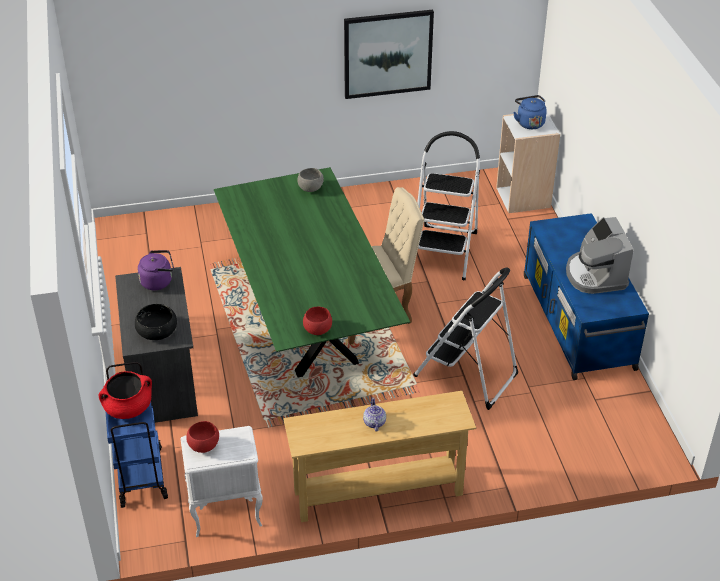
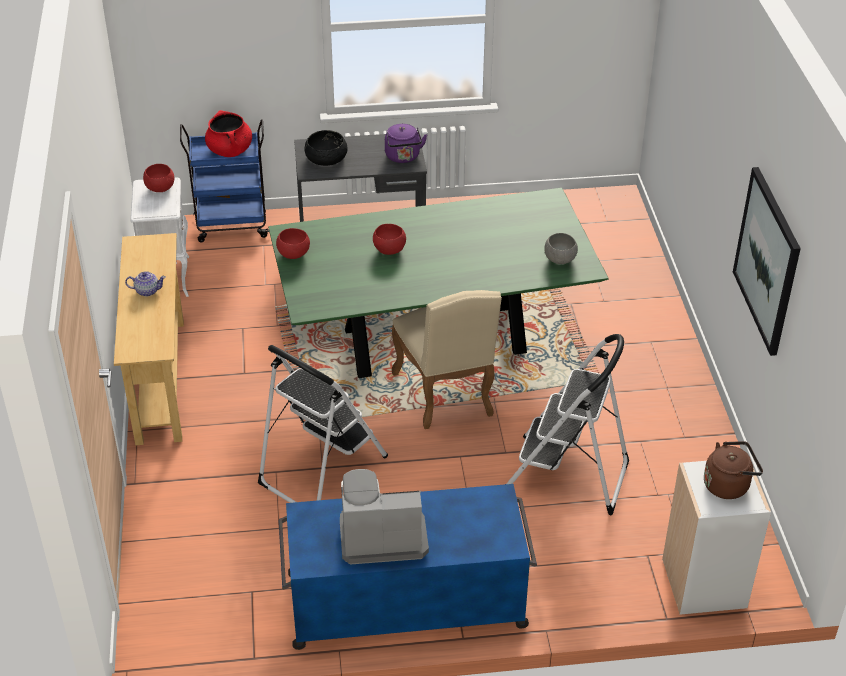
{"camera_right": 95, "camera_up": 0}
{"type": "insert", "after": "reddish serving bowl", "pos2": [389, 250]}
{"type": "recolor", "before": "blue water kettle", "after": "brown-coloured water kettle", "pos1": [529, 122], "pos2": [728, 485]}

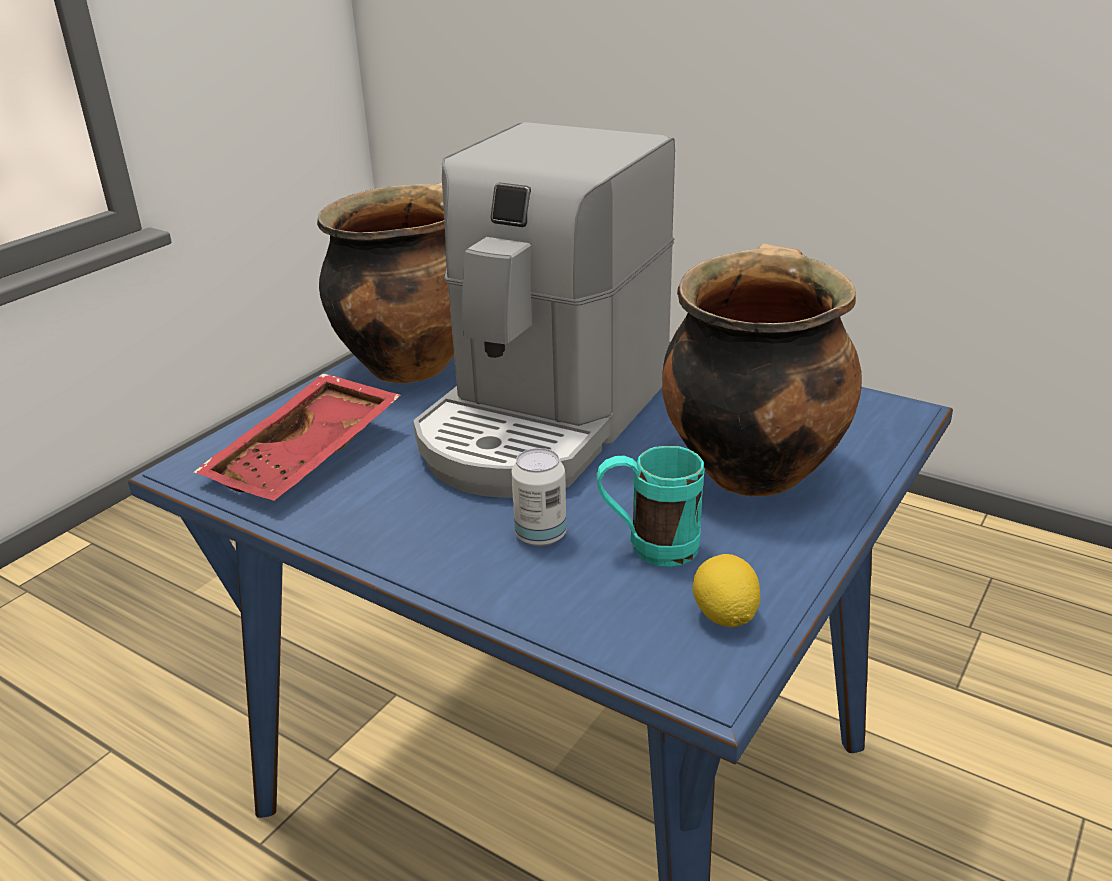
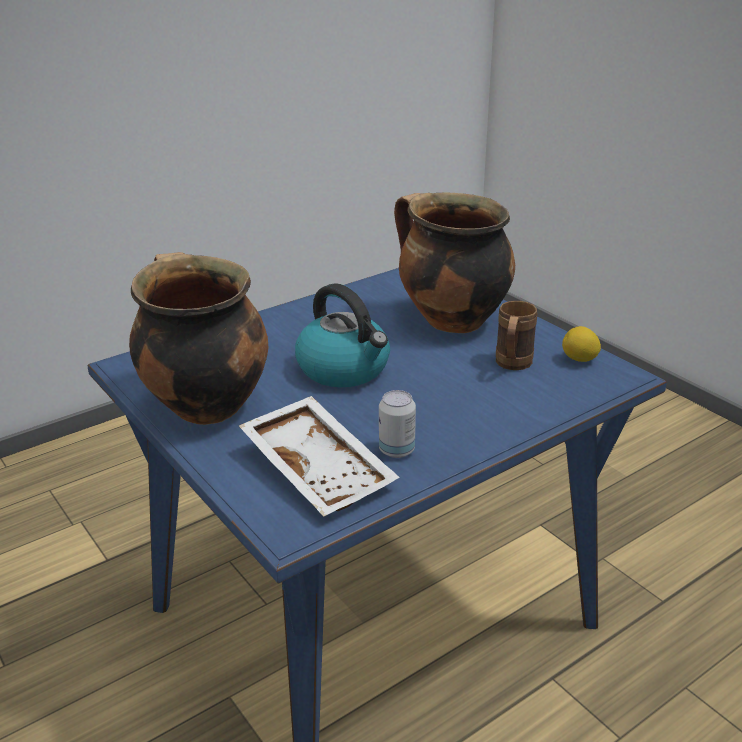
{"camera_right": -70, "camera_up": 0}
{"type": "recolor", "before": "reddish tray", "after": "white tray", "pos1": [308, 458], "pos2": [320, 469]}
{"type": "replace", "before": "coffee brewer", "after": "water kettle", "pos1": [543, 421], "pos2": [345, 369]}
{"type": "move", "before": "can", "pos1": [540, 535], "pos2": [396, 450]}
{"type": "recolor", "before": "turquoise-coloured coffee mug", "after": "brown-coloured coffee mug", "pos1": [648, 548], "pos2": [511, 366]}

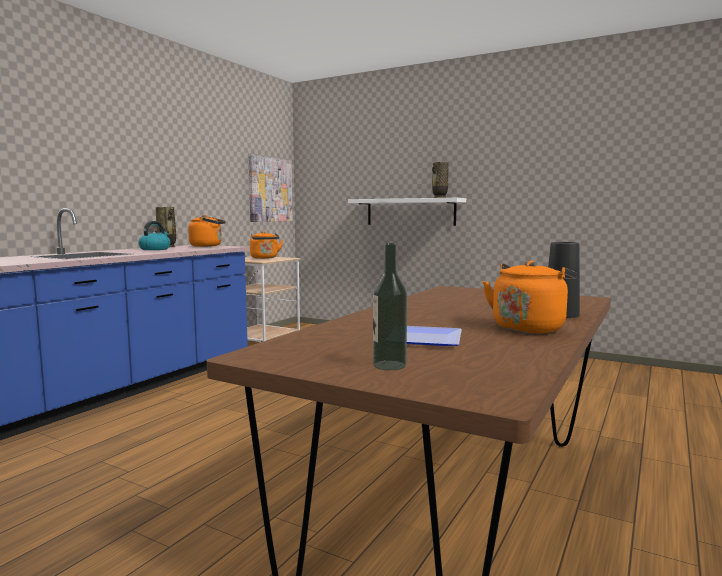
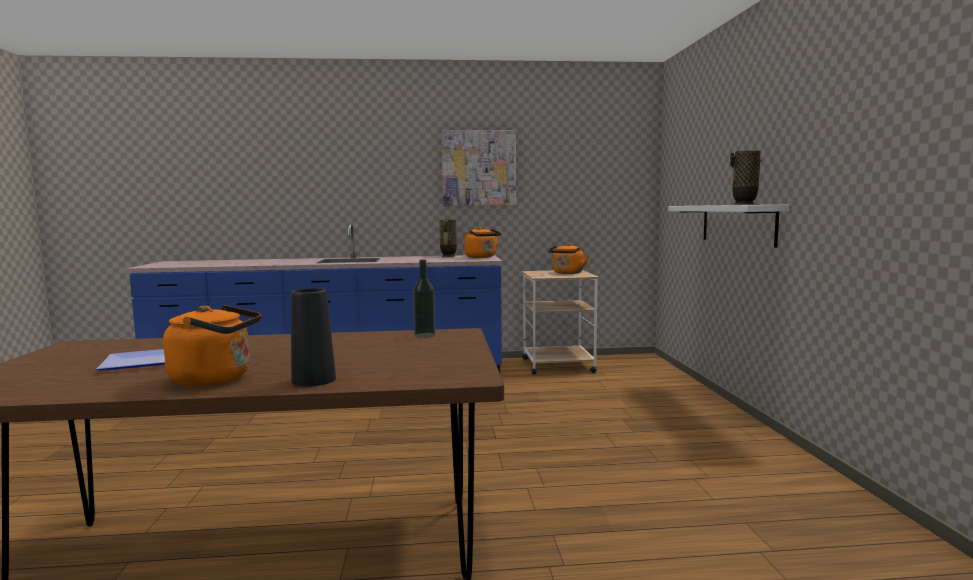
{"camera_right": 55, "camera_up": 0}
{"type": "move", "before": "beverage bottle", "pos1": [389, 365], "pos2": [424, 335]}
{"type": "move", "before": "picture", "pos1": [270, 190], "pos2": [479, 168]}
{"type": "delete", "before": "water kettle", "pos1": [155, 249]}

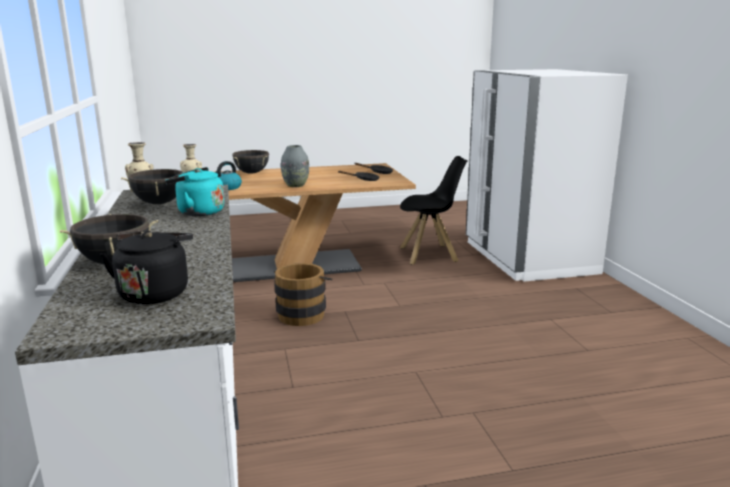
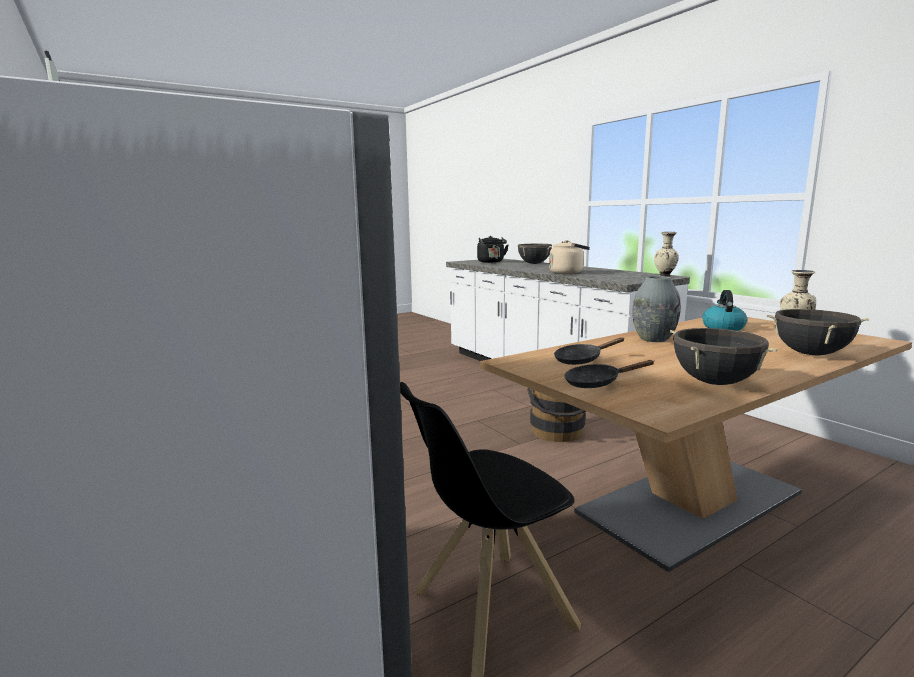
{"camera_right": 160, "camera_up": -5}
{"type": "recolor", "before": "turquoise-coloured water kettle", "after": "beige-coloured water kettle", "pos1": [198, 212], "pos2": [568, 273]}
{"type": "move", "before": "blackish saucepot", "pos1": [159, 203], "pos2": [714, 383]}

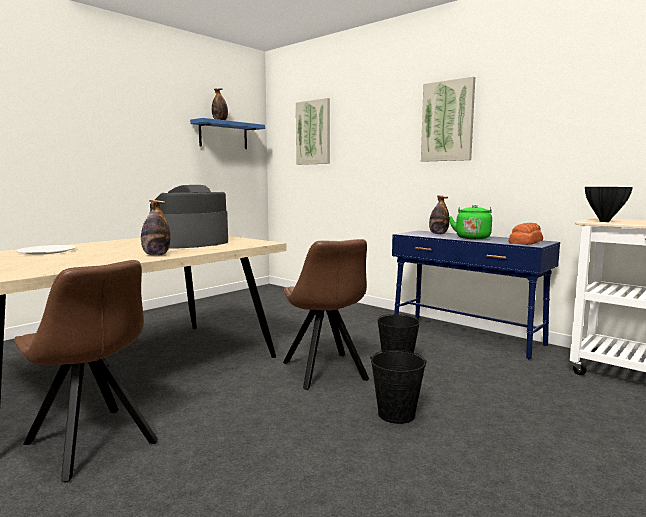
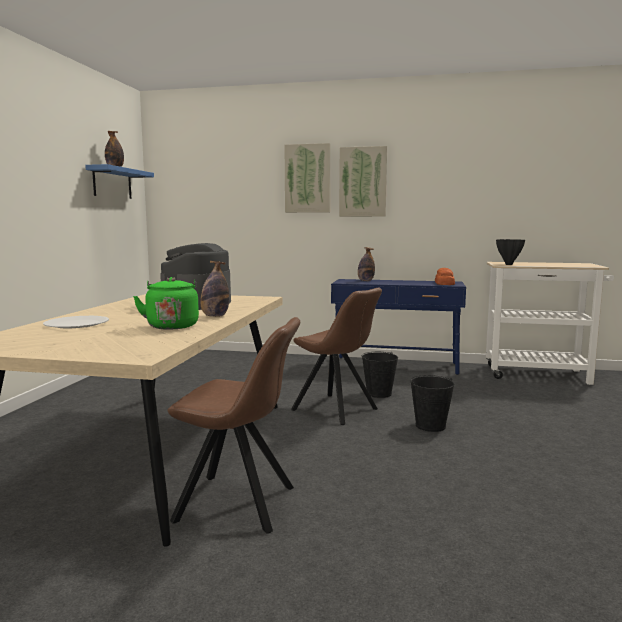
{"camera_right": -30, "camera_up": 0}
{"type": "move", "before": "green-coloured water kettle", "pos1": [472, 237], "pos2": [172, 326]}
{"type": "move", "before": "picture", "pos1": [313, 132], "pos2": [307, 178]}

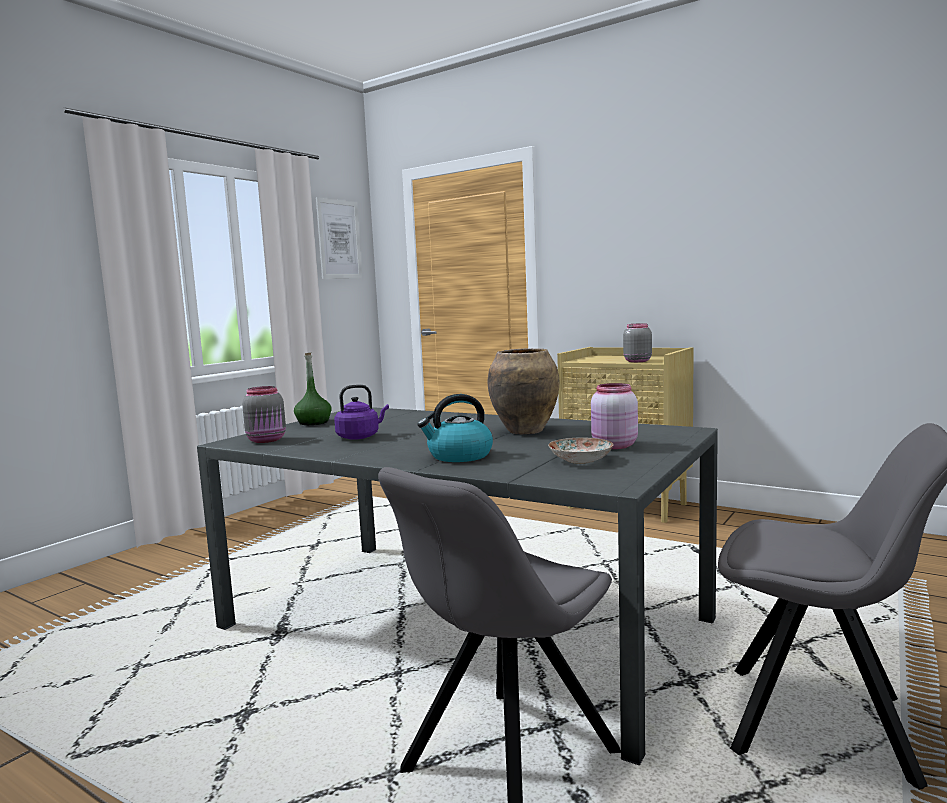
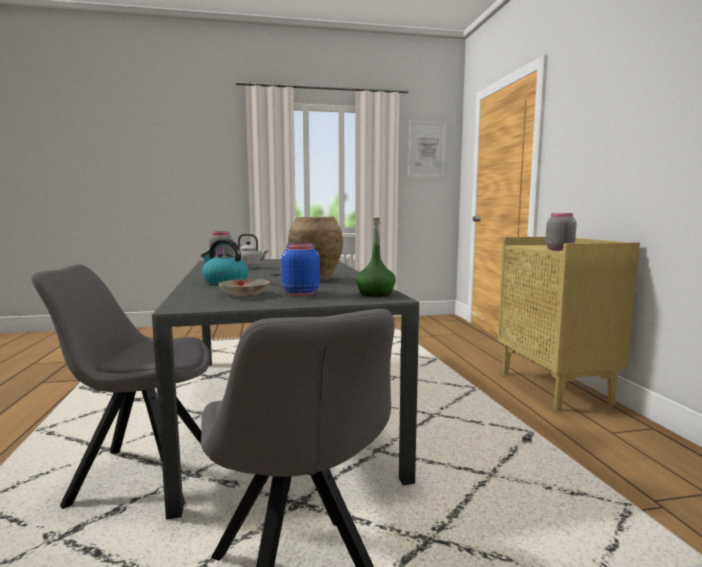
{"camera_right": 45, "camera_up": 0}
{"type": "recolor", "before": "purple-coloured water kettle", "after": "greyish water kettle", "pos1": [360, 437], "pos2": [251, 268]}
{"type": "recolor", "before": "pink storage jar", "after": "blue storage jar", "pos1": [613, 446], "pos2": [300, 294]}
{"type": "move", "before": "green-coloured beverage bottle", "pos1": [313, 422], "pos2": [375, 294]}

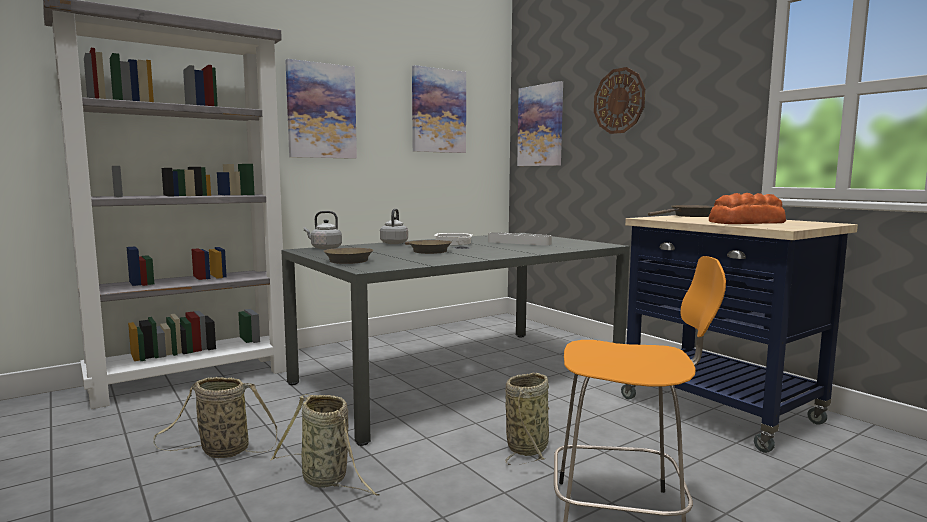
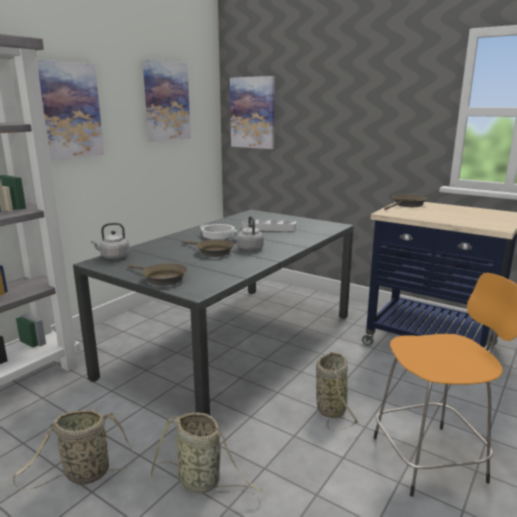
{"camera_right": -20, "camera_up": 10}
{"type": "move", "before": "greyish water kettle", "pos1": [394, 243], "pos2": [250, 248]}
{"type": "delete", "before": "hanging clock", "pos1": [619, 101]}
{"type": "delete", "before": "bread", "pos1": [745, 223]}

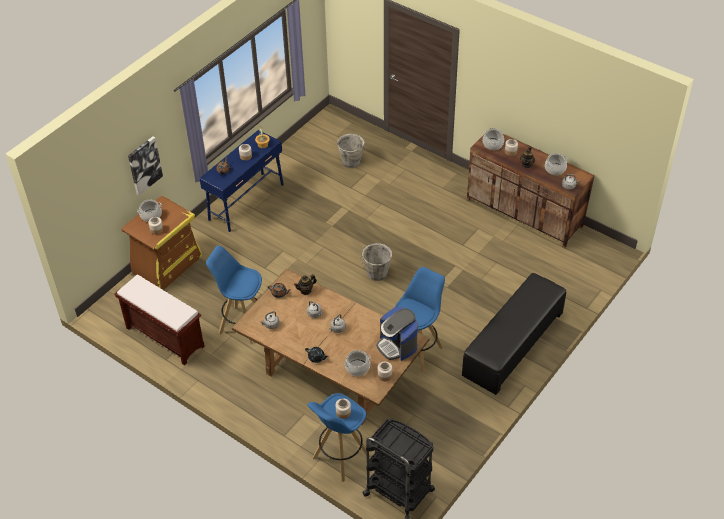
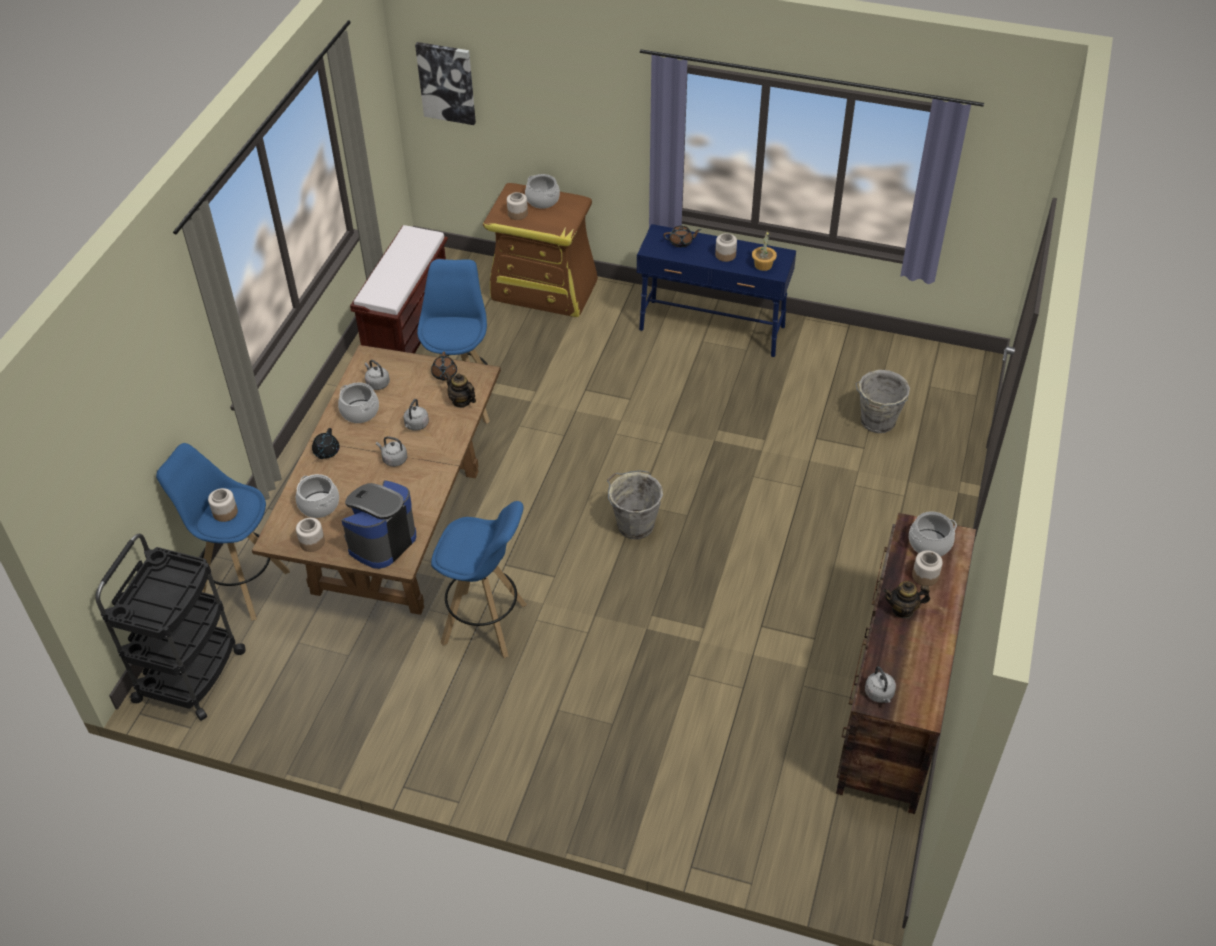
{"camera_right": 70, "camera_up": 0}
{"type": "move", "before": "saucepot", "pos1": [555, 169], "pos2": [359, 412]}
{"type": "move", "before": "picture", "pos1": [144, 165], "pos2": [447, 82]}
{"type": "delete", "before": "blackish long seat", "pos1": [513, 344]}

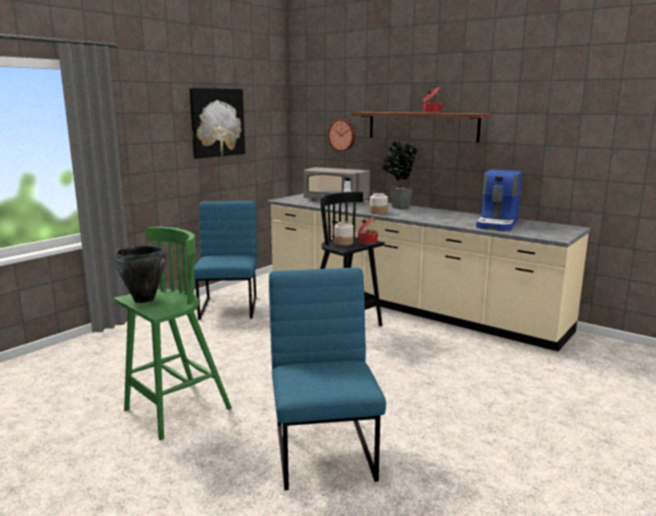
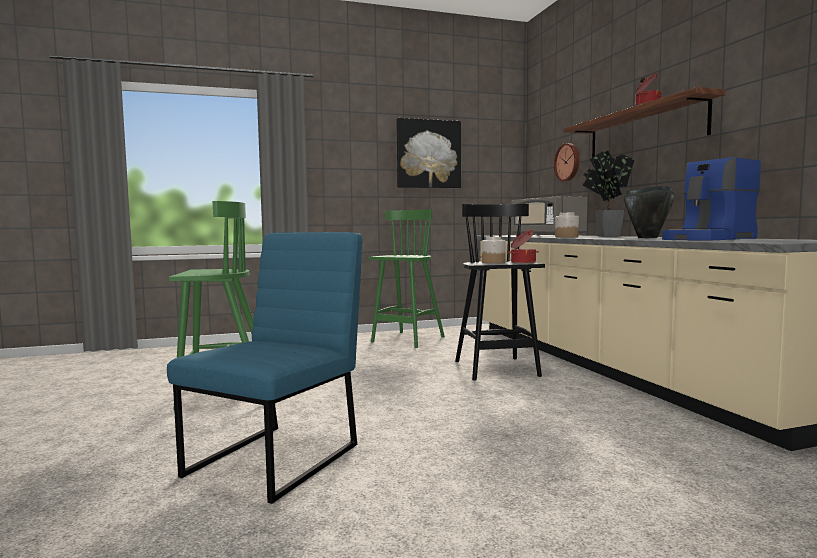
{"camera_right": 35, "camera_up": -10}
{"type": "replace", "before": "blue chair", "after": "green-coloured stool seat", "pos1": [229, 307], "pos2": [407, 340]}
{"type": "move", "before": "blackish saucepot", "pos1": [144, 300], "pos2": [647, 237]}

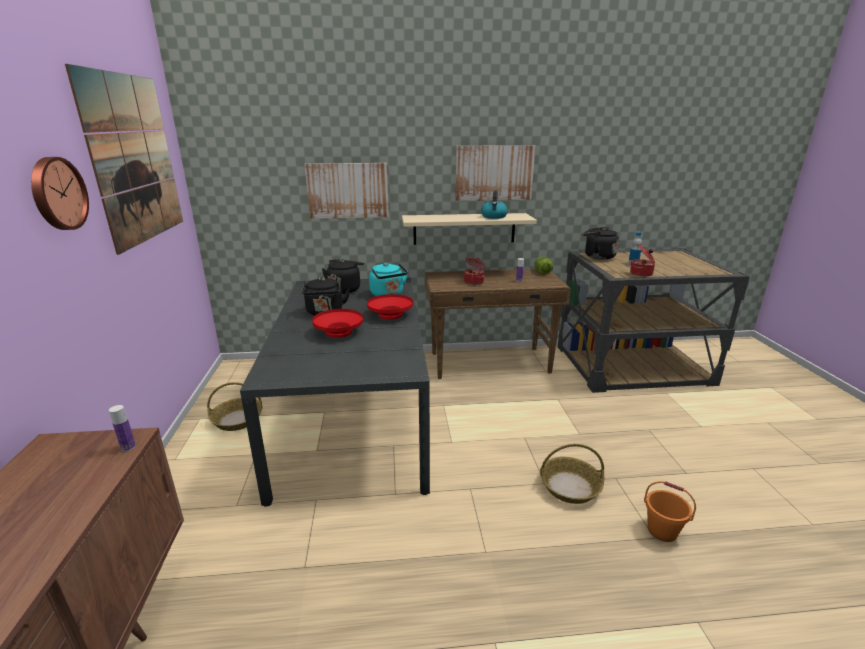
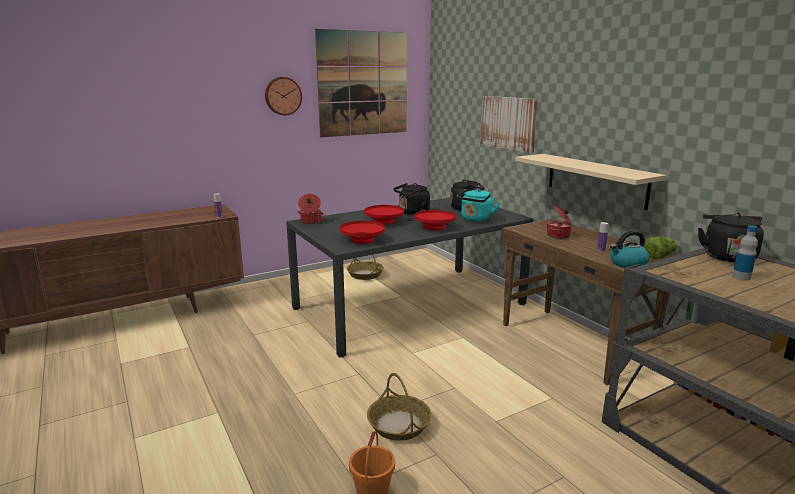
{"camera_right": 65, "camera_up": -5}
{"type": "move", "before": "saucepot", "pos1": [641, 274], "pos2": [310, 222]}
{"type": "insert", "after": "reddish serving bowl", "pos2": [362, 240]}
{"type": "move", "before": "water kettle", "pos1": [494, 216], "pos2": [627, 264]}
{"type": "delete", "before": "picture", "pos1": [494, 173]}

